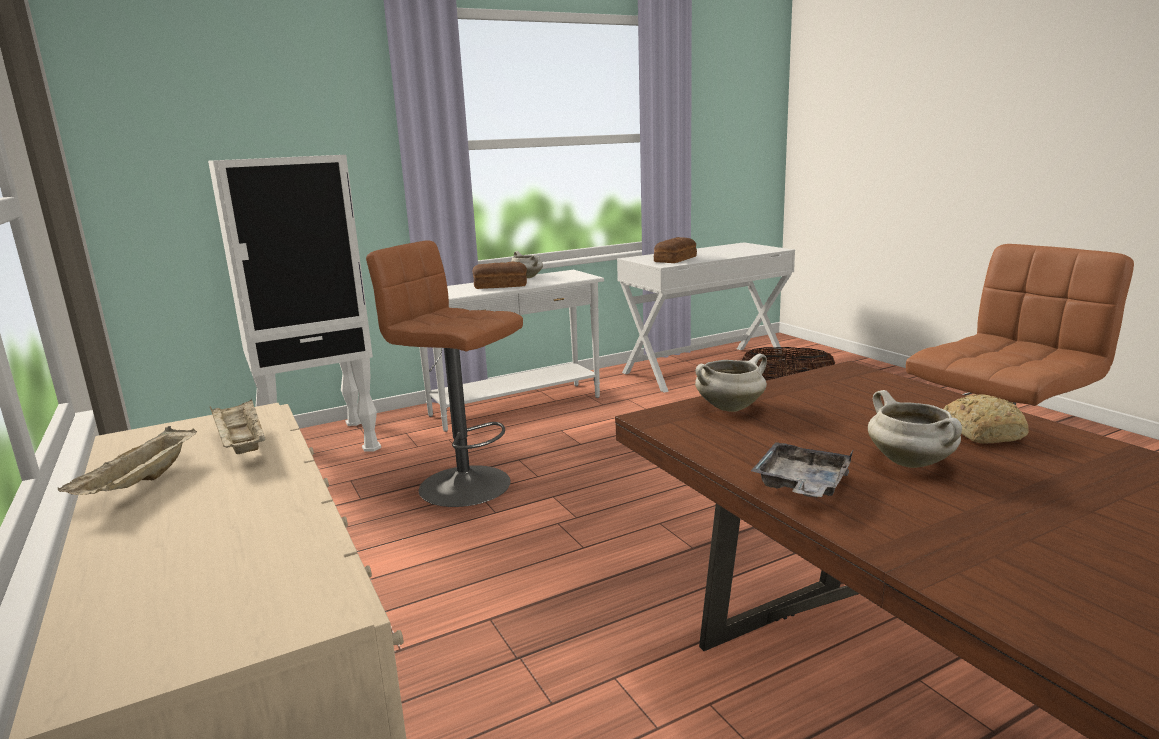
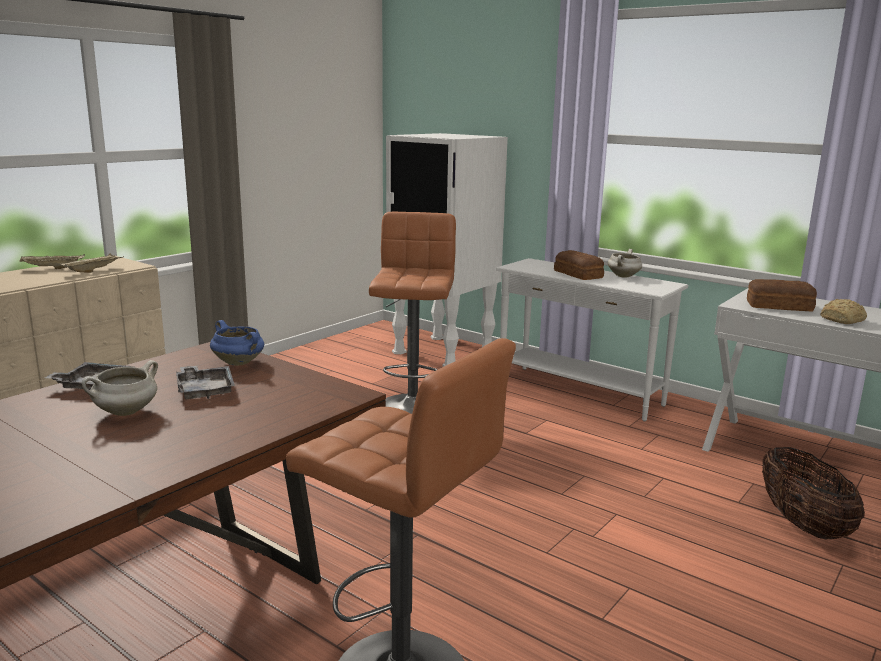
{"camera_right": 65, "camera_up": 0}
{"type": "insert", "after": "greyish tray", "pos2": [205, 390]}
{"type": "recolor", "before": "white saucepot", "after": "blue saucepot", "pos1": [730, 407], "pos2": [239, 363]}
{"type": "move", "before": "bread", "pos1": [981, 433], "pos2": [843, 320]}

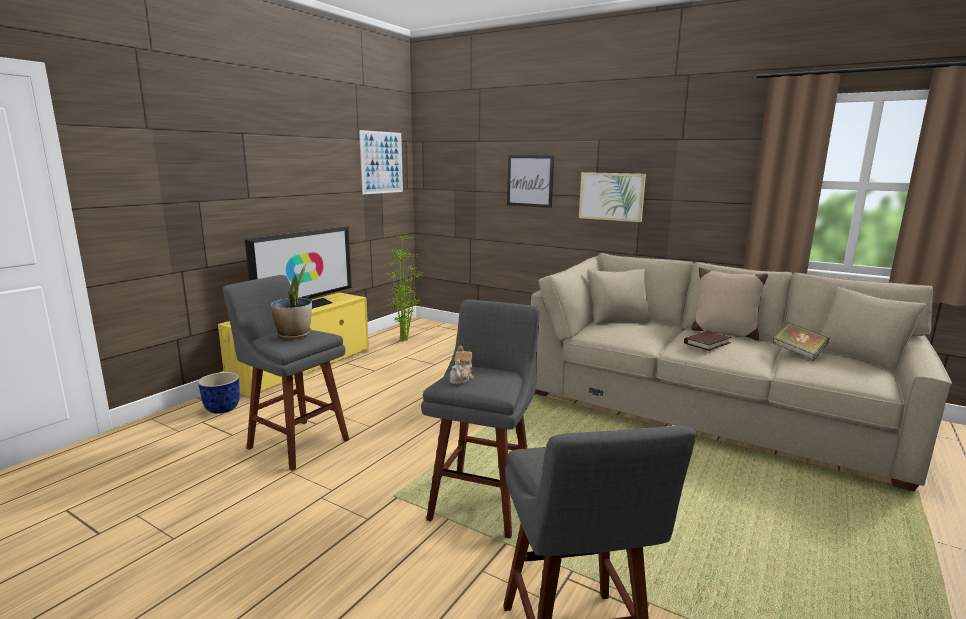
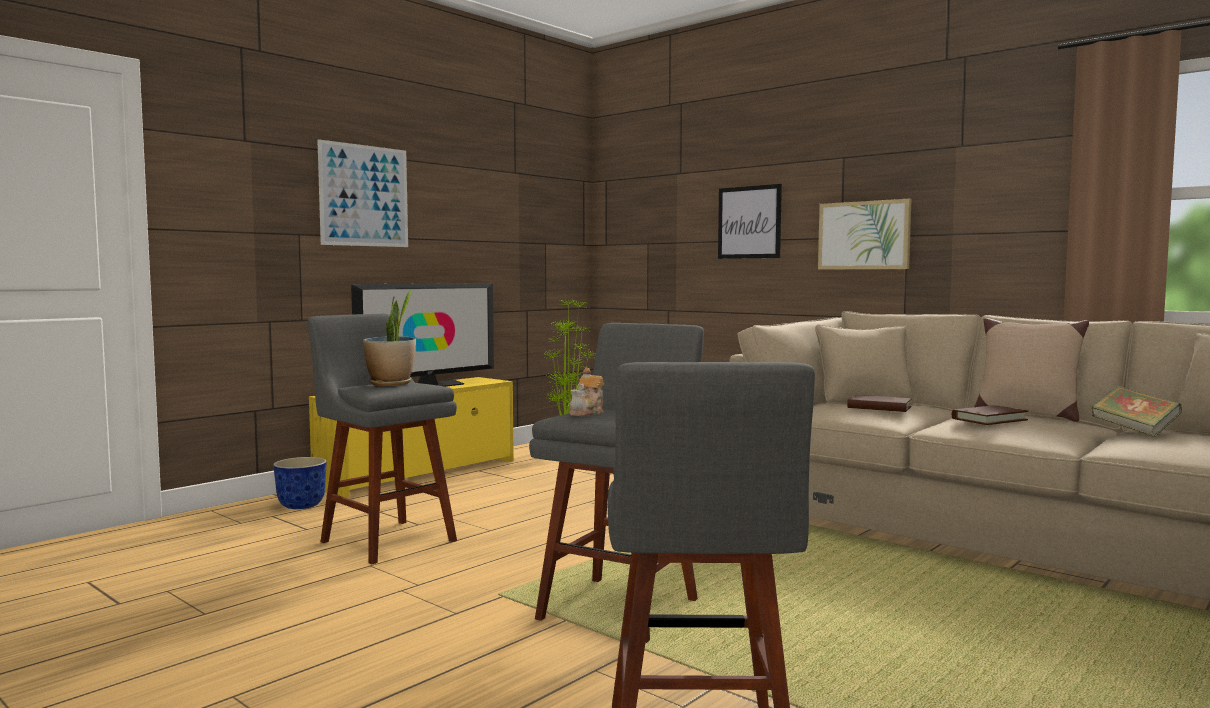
{"camera_right": 10, "camera_up": -10}
{"type": "move", "before": "picture", "pos1": [381, 162], "pos2": [364, 196]}
{"type": "insert", "after": "brown-coloured bound book", "pos2": [879, 407]}

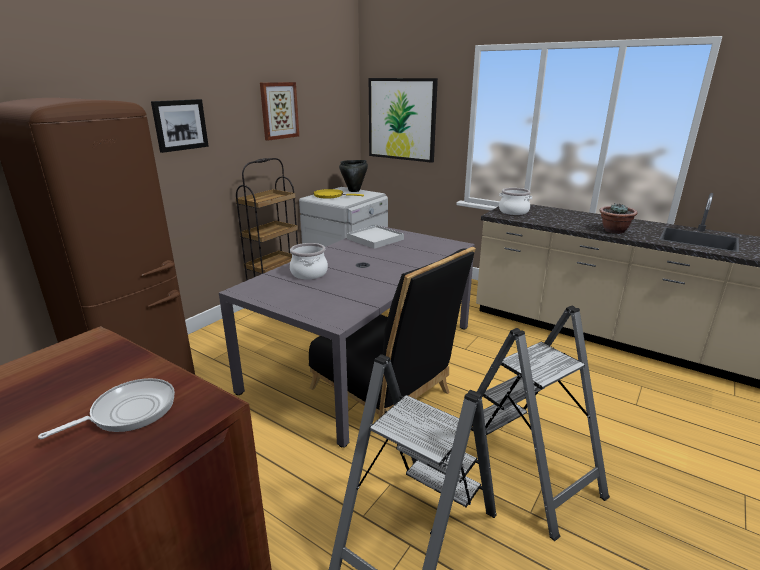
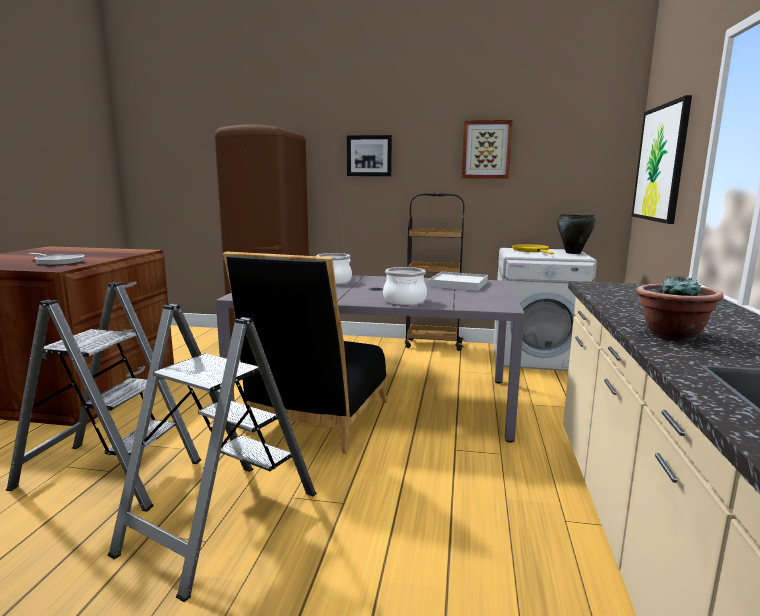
{"camera_right": 65, "camera_up": -10}
{"type": "move", "before": "saucepot", "pos1": [513, 212], "pos2": [404, 301]}

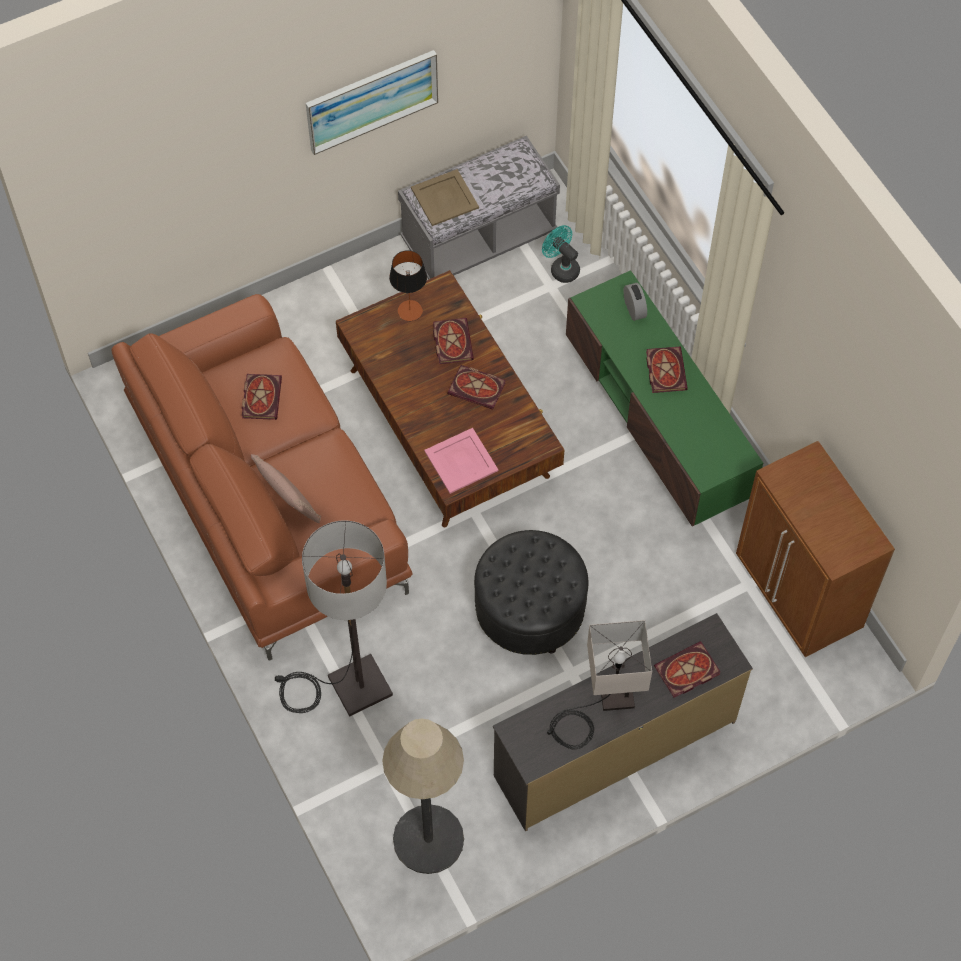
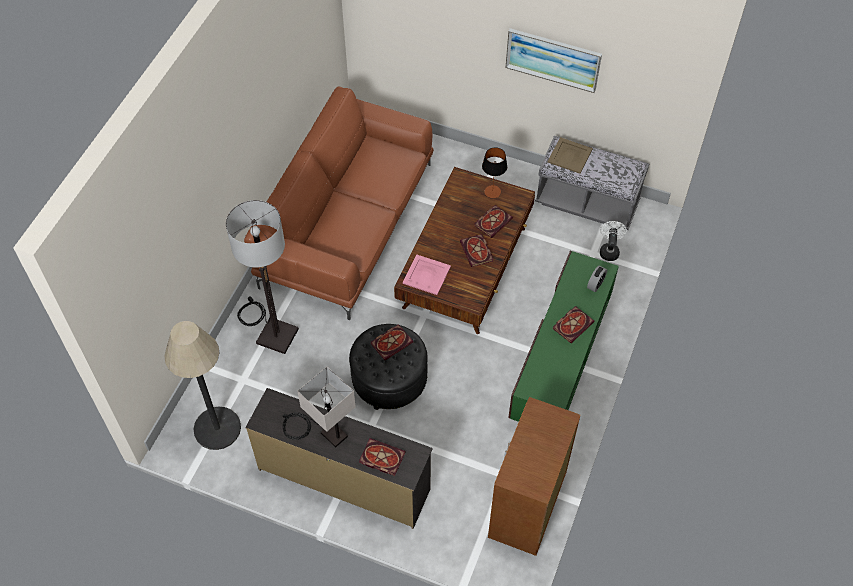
{"camera_right": 50, "camera_up": -5}
{"type": "move", "before": "bound book", "pos1": [261, 397], "pos2": [392, 342]}
{"type": "recolor", "before": "turquoise-coloured cooling fan", "after": "white cooling fan", "pos1": [561, 268], "pos2": [609, 250]}
{"type": "delete", "before": "beige-coloured throw pillow", "pos1": [287, 500]}

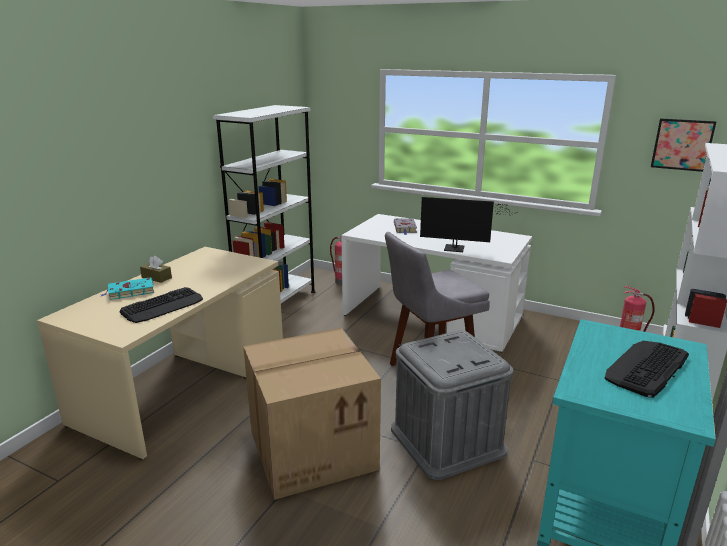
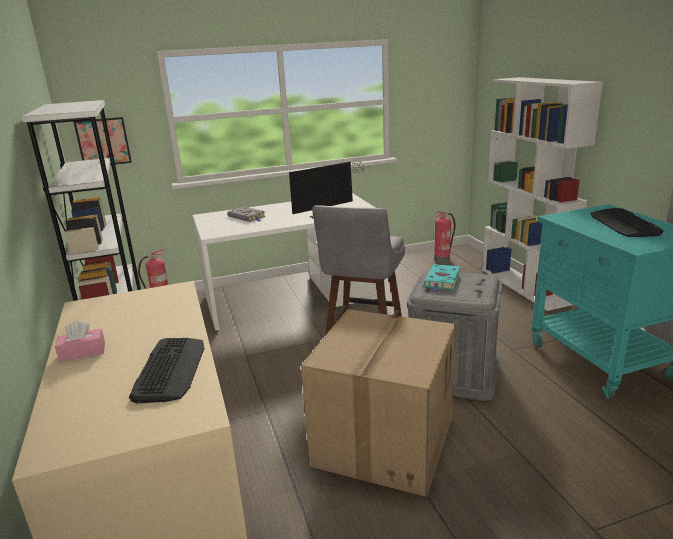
{"camera_right": -45, "camera_up": 0}
{"type": "recolor", "before": "brown-coloured tissue holder", "after": "pink tissue holder", "pos1": [156, 277], "pos2": [82, 352]}
{"type": "move", "before": "picture", "pos1": [682, 144], "pos2": [103, 142]}
{"type": "move", "before": "turquoise-coloured bound book", "pos1": [129, 291], "pos2": [442, 280]}

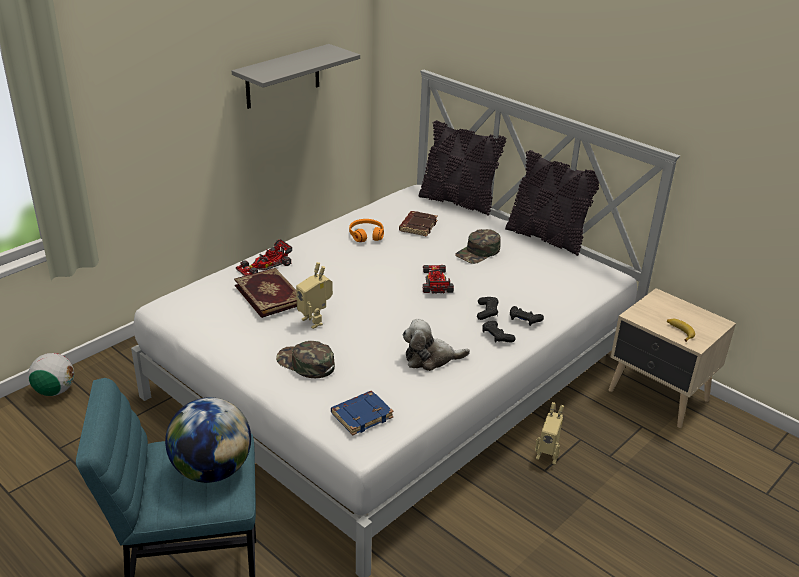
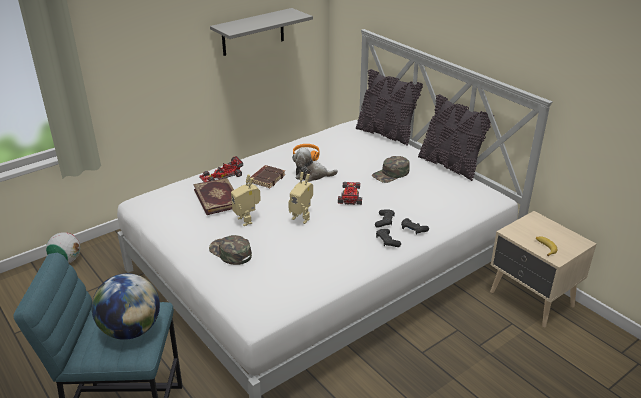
{"camera_right": 10, "camera_up": 0}
{"type": "move", "before": "brown-coloured bound book", "pos1": [417, 226], "pos2": [267, 179]}
{"type": "move", "before": "toy robot", "pos1": [547, 455], "pos2": [302, 217]}
{"type": "move", "before": "soft toy", "pos1": [430, 358], "pos2": [312, 175]}
{"type": "delete", "before": "blue bound book", "pos1": [362, 415]}

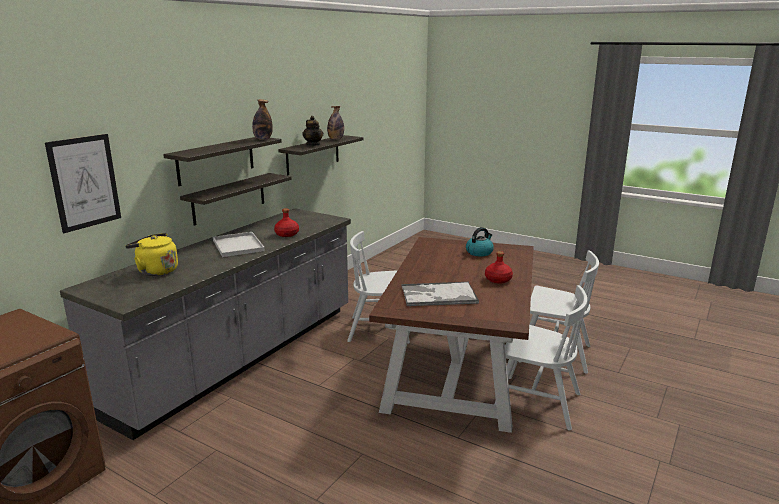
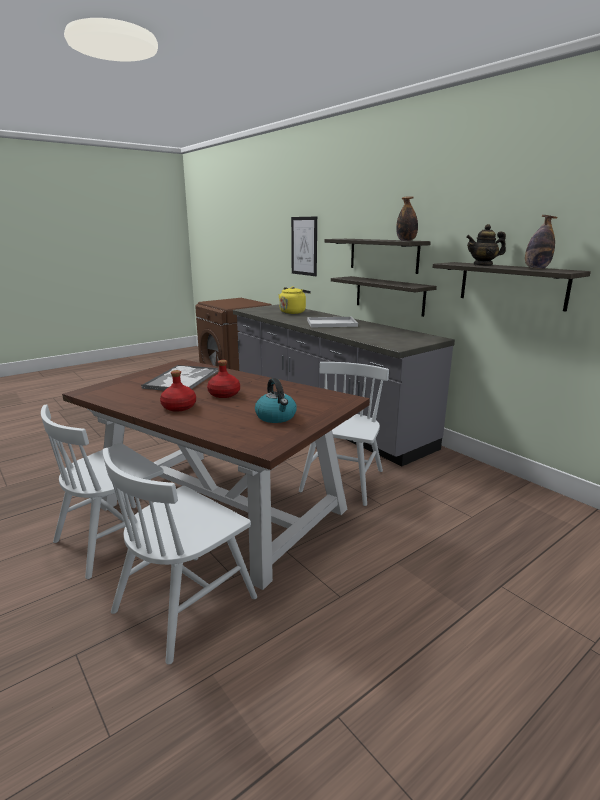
{"camera_right": 110, "camera_up": 0}
{"type": "move", "before": "reddish beverage bottle", "pos1": [287, 234], "pos2": [224, 394]}

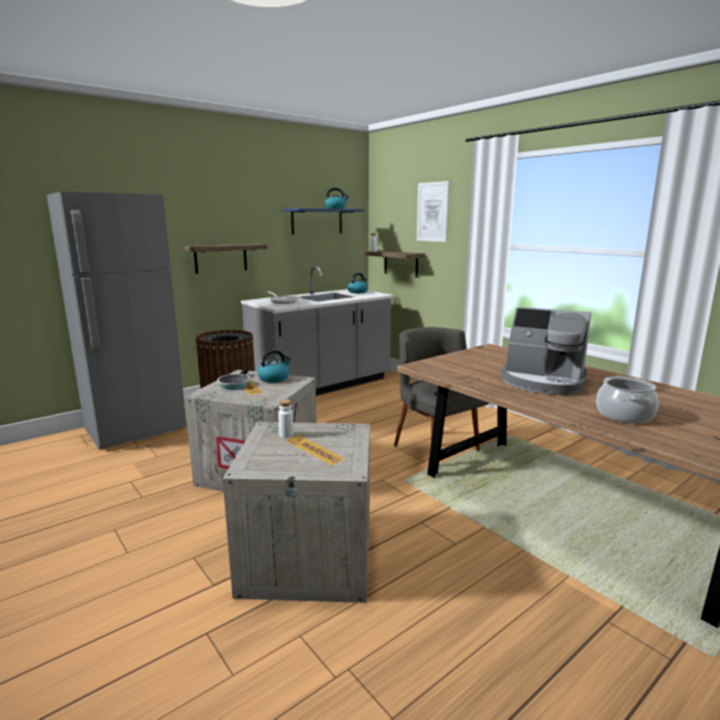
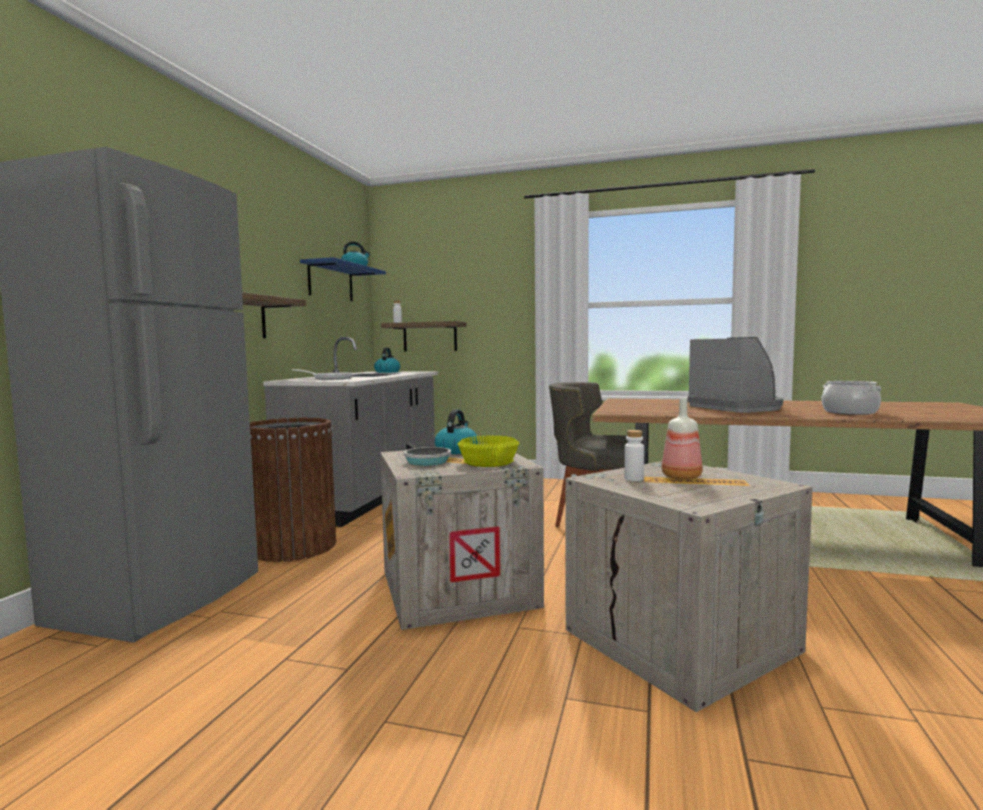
{"camera_right": -35, "camera_up": -10}
{"type": "insert", "after": "yellow serving bowl", "pos2": [489, 462]}
{"type": "insert", "after": "beverage bottle", "pos2": [682, 477]}
{"type": "rotate", "before": "coffee brewer", "pos1": [542, 382], "pos2": [736, 407], "turn": -105}
{"type": "delete", "before": "picture", "pos1": [432, 212]}

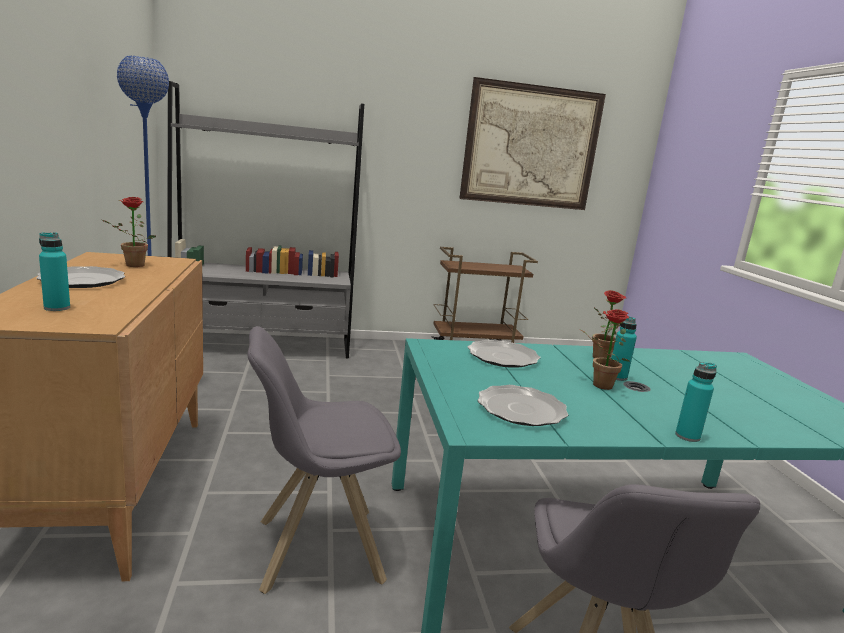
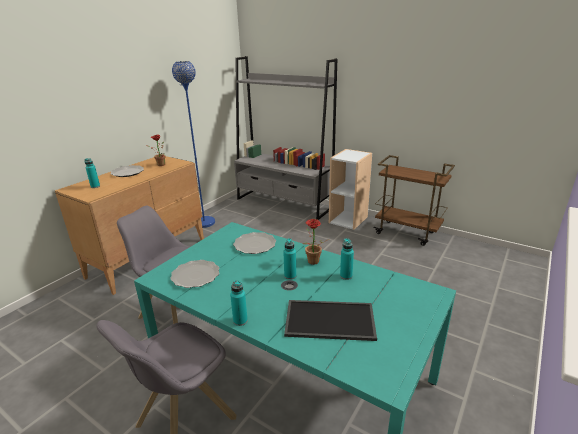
{"camera_right": 45, "camera_up": 10}
{"type": "insert", "after": "tray", "pos2": [329, 321]}
{"type": "insert", "after": "shelving unit", "pos2": [348, 219]}
{"type": "insert", "after": "turquoise-coloured beverage bottle", "pos2": [346, 276]}
{"type": "delete", "before": "picture", "pos1": [531, 146]}
{"type": "delete", "before": "potted plant", "pos1": [598, 385]}

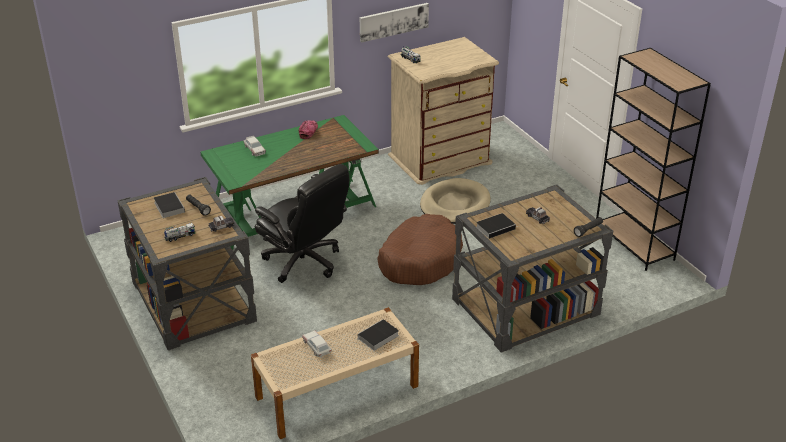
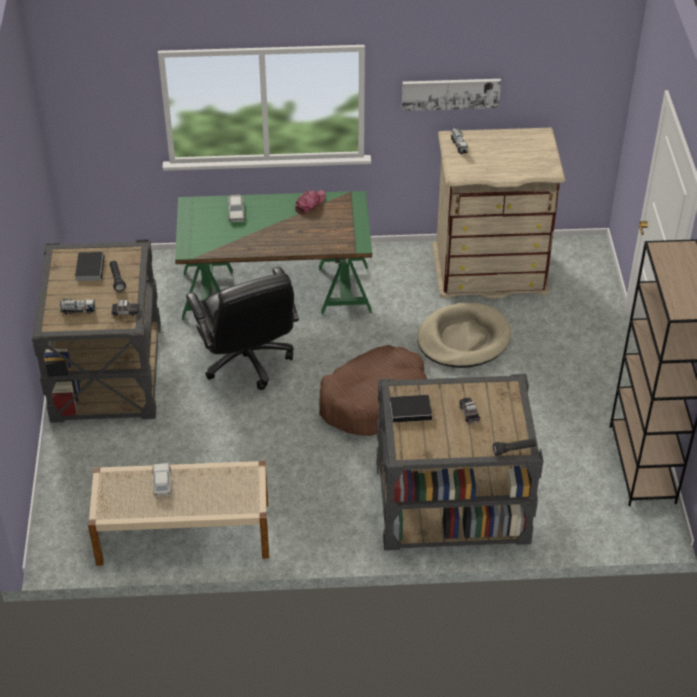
{"camera_right": 25, "camera_up": 10}
{"type": "delete", "before": "bound book", "pos1": [377, 337]}

